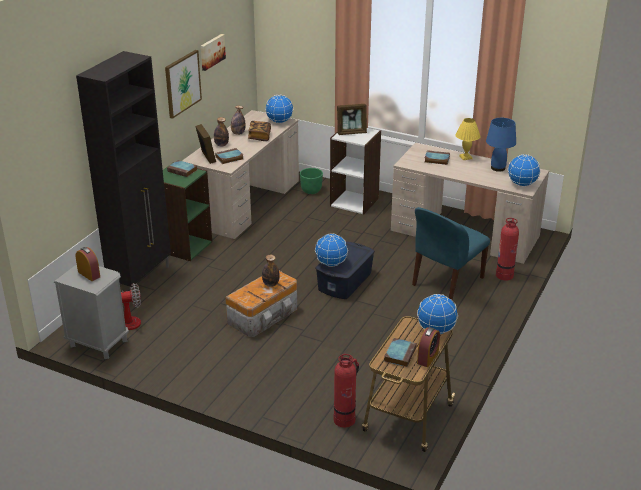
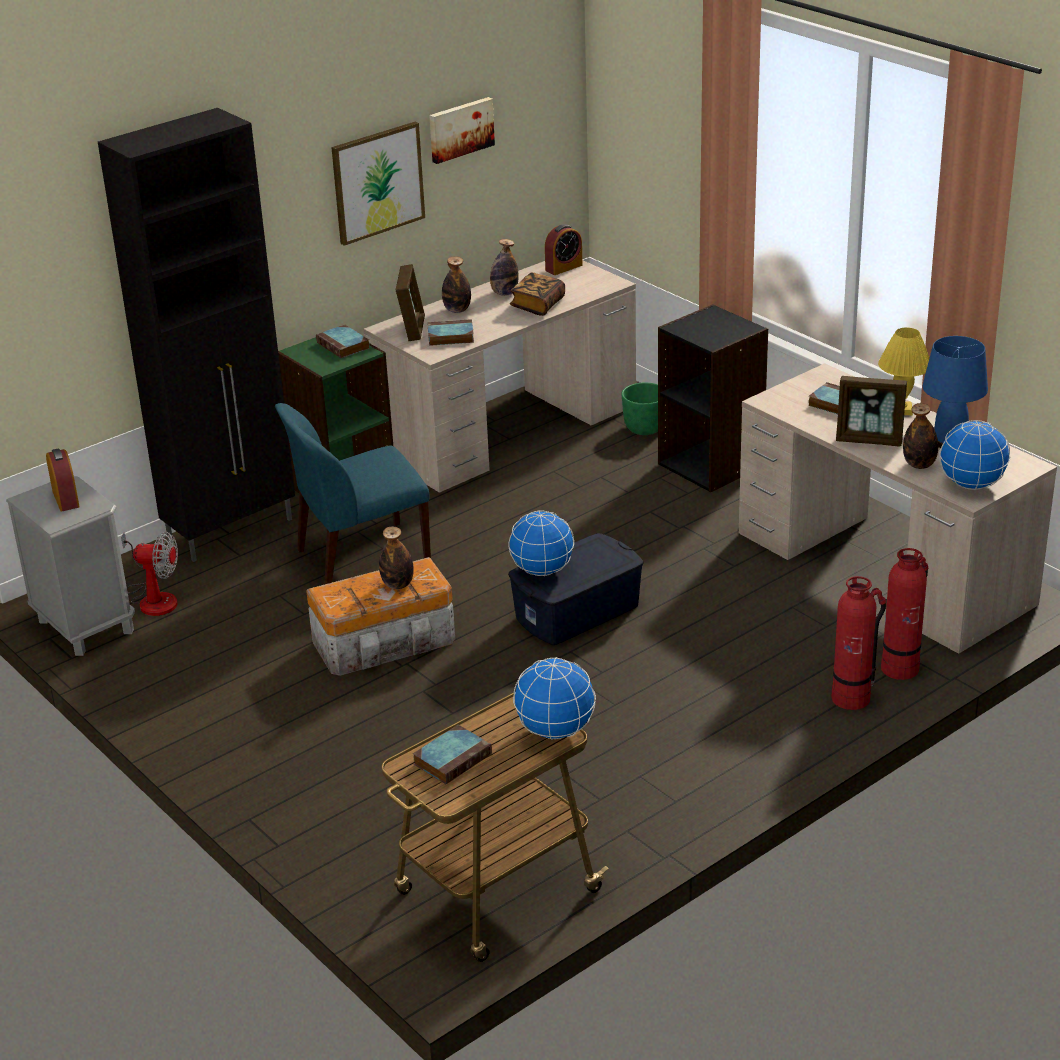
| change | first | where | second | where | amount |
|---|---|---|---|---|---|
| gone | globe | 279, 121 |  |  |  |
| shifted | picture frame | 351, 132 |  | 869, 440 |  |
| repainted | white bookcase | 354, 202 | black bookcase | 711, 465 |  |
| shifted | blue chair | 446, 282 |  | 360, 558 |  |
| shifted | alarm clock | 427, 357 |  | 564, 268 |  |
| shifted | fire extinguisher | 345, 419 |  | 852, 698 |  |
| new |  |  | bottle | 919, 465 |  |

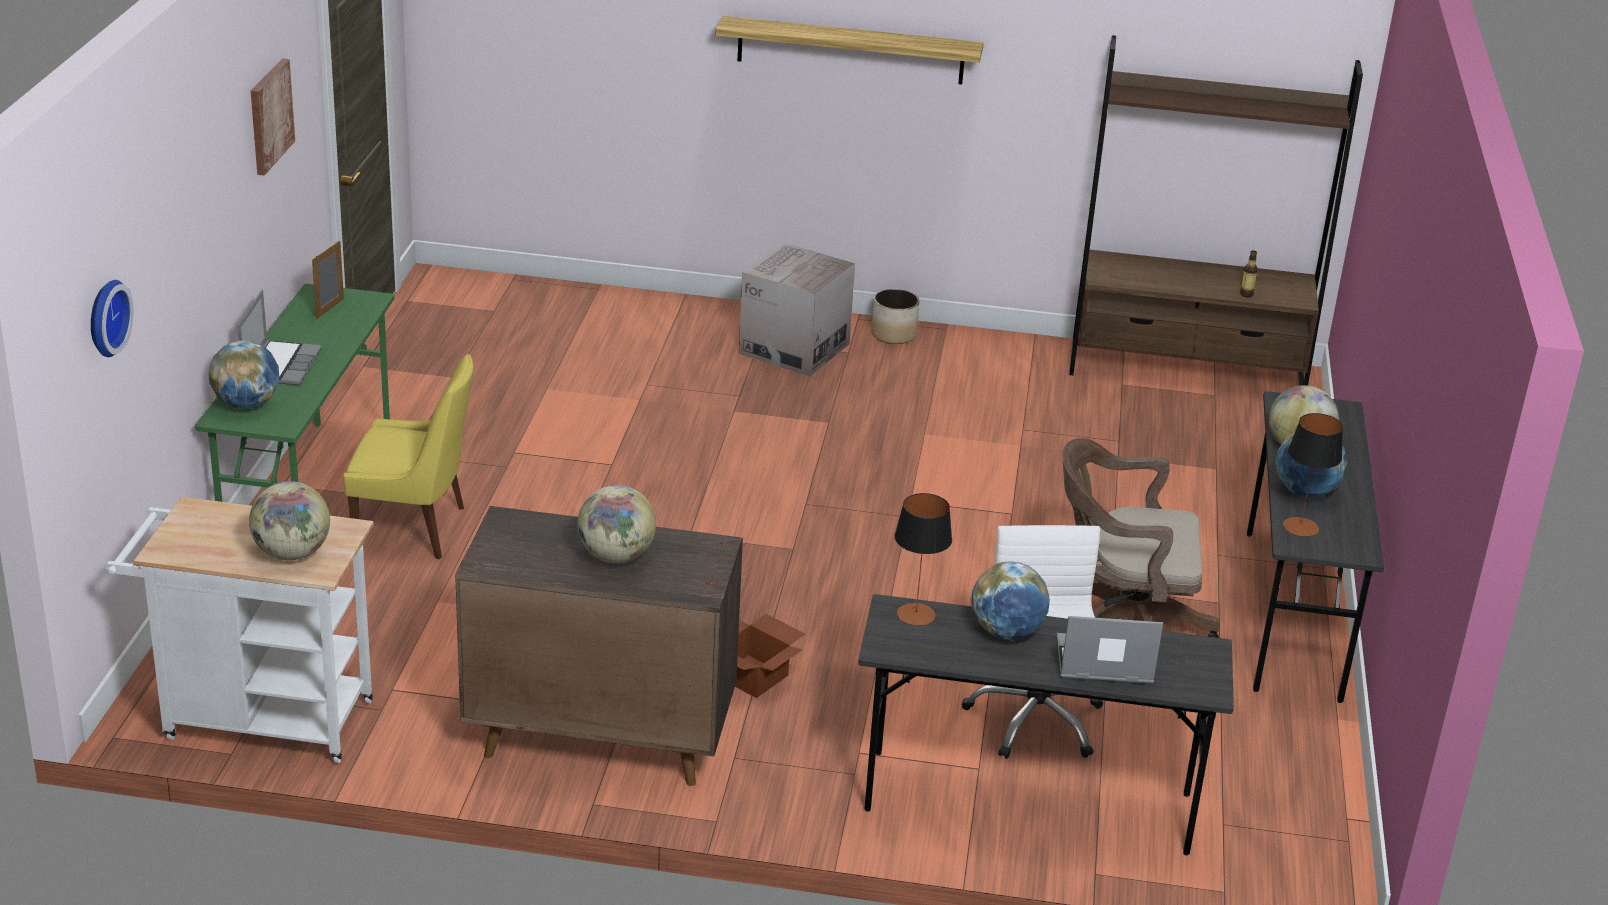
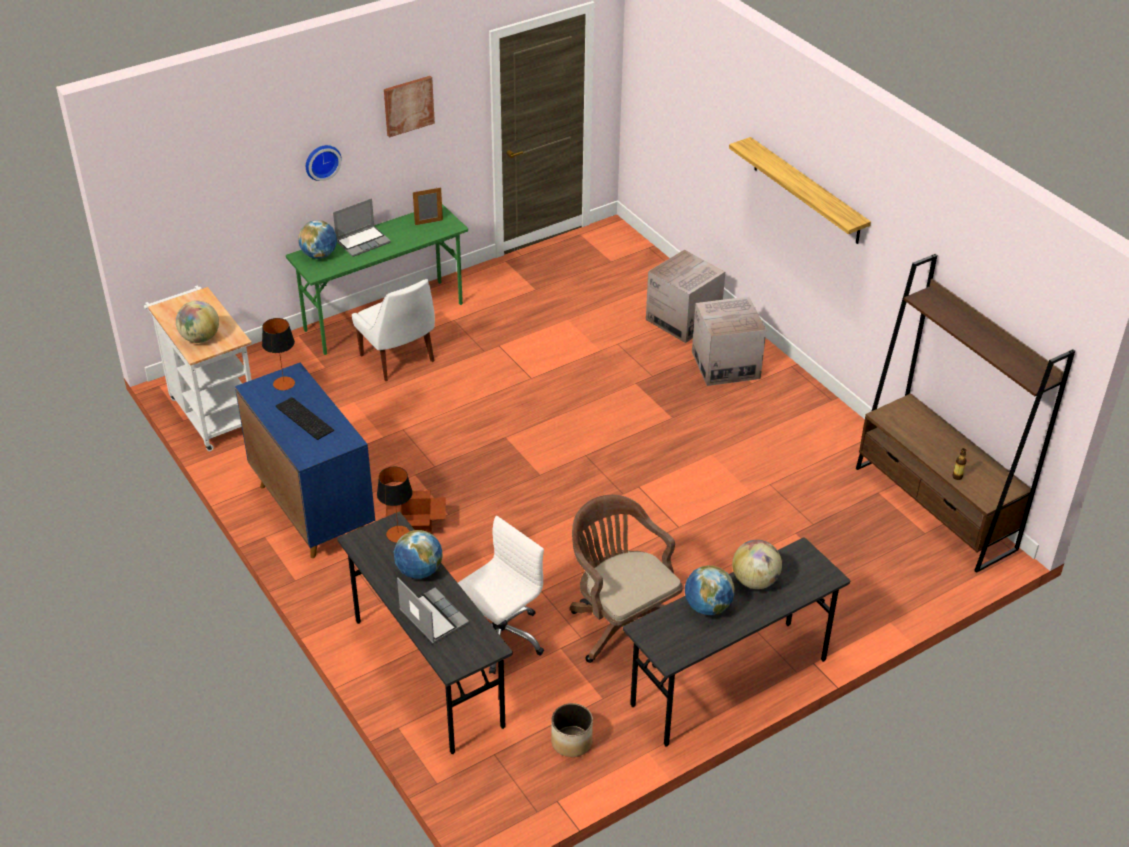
| change | first | where | second | where | amount |
|---|---|---|---|---|---|
| shifted | wall clock | 104, 317 |  | 321, 161 |  |
| shifted | planter | 894, 335 |  | 571, 742 |  |
| repainted | yellow chair | 415, 529 | white chair | 398, 360 |  |
| shifted | table lamp | 1300, 527 |  | 284, 383 |  |
| swapped | globe | 616, 556 | keyboard | 303, 419 |  |
| repainted | brown cabinet | 598, 738 | blue cabinet | 312, 509 |  |
| new |  |  | cardboard box | 683, 320 |  |

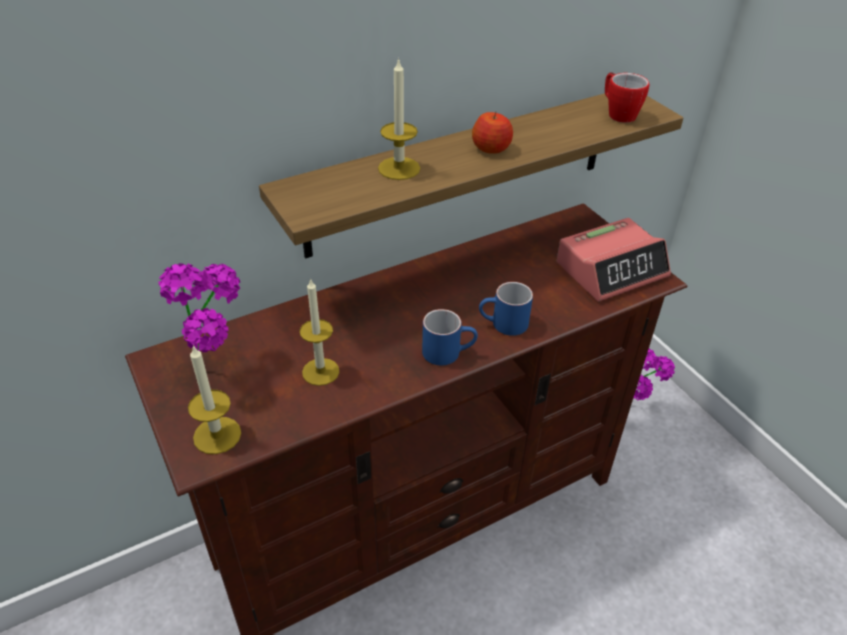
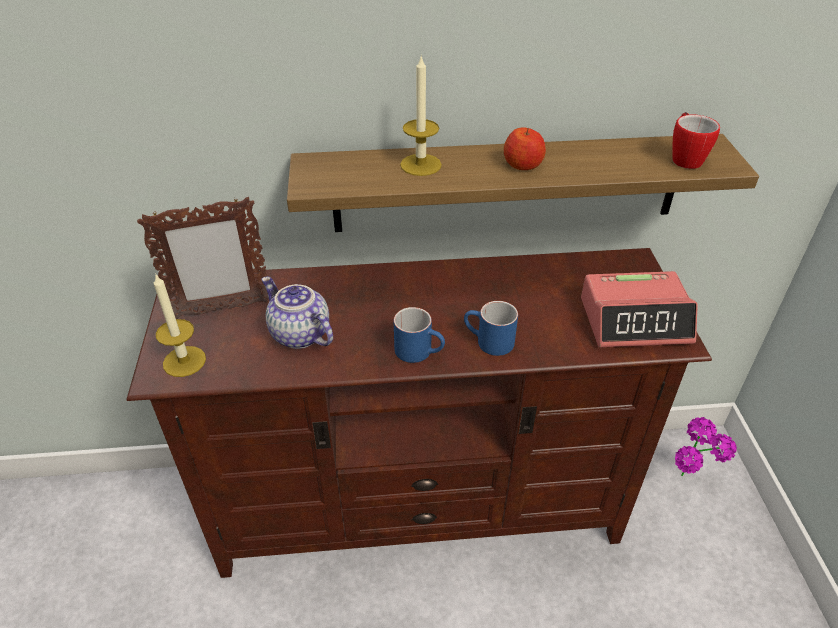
| change | first | where | second | where | amount |
|---|---|---|---|---|---|
| swapped | potted plant | 221, 370 | picture frame | 222, 309 |  |
| swapped | candle | 320, 371 | teapot | 298, 335 |  |

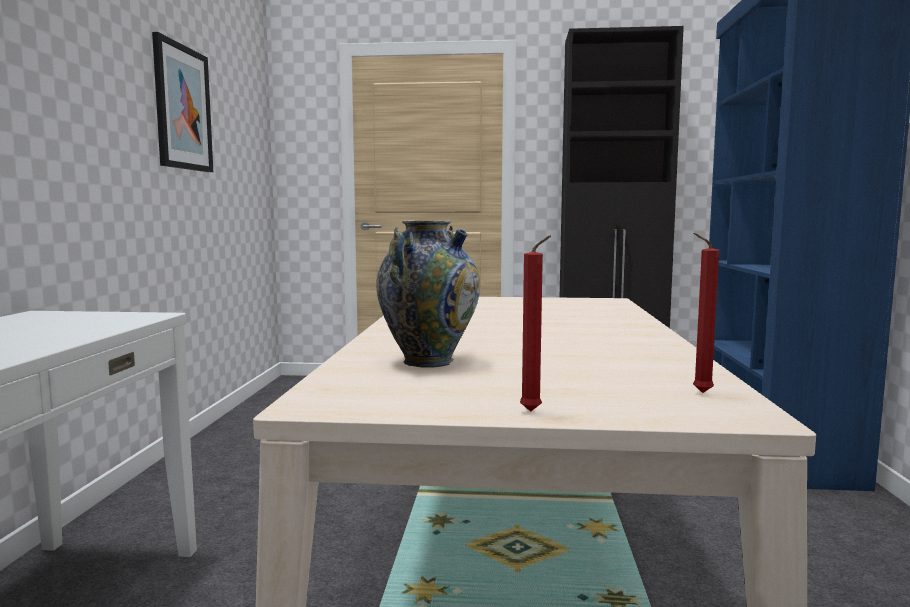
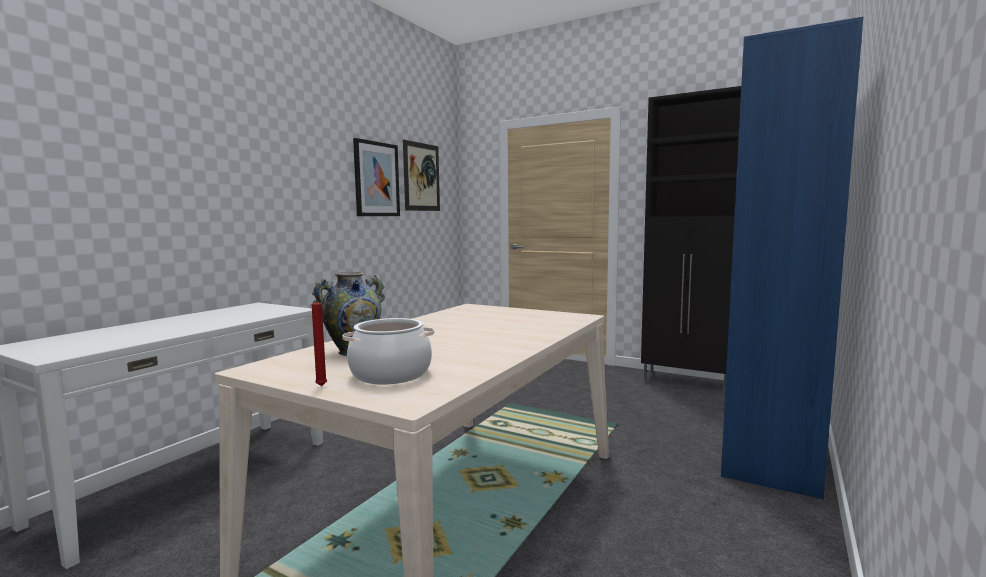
| change | first | where | second | where | amount |
|---|---|---|---|---|---|
| gone | red candle | 699, 392 |  |  |  |
| new |  |  | picture | 421, 177 |  |
| new |  |  | cooking pot | 391, 374 |  |

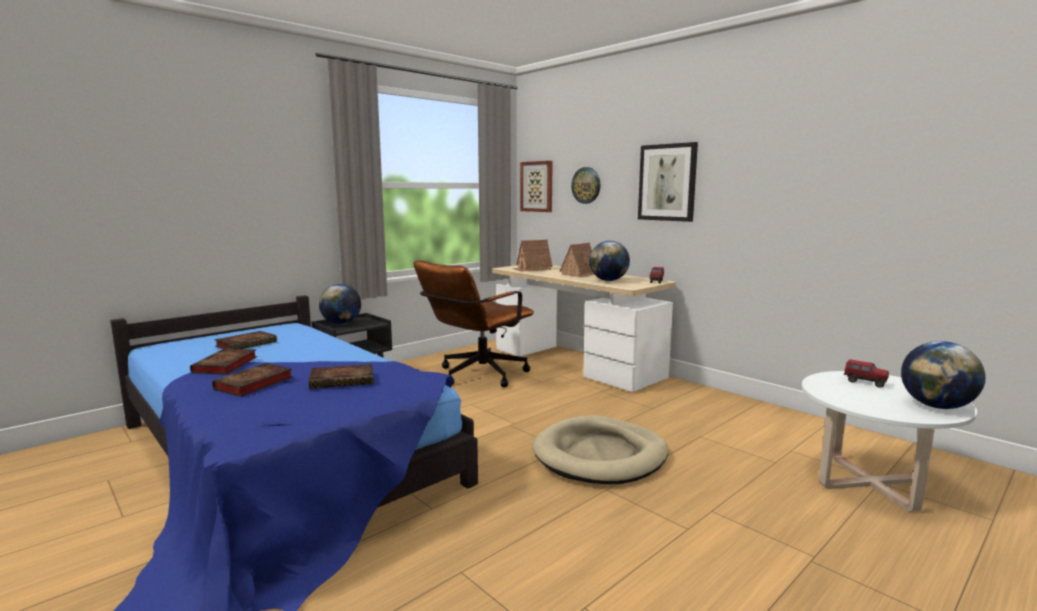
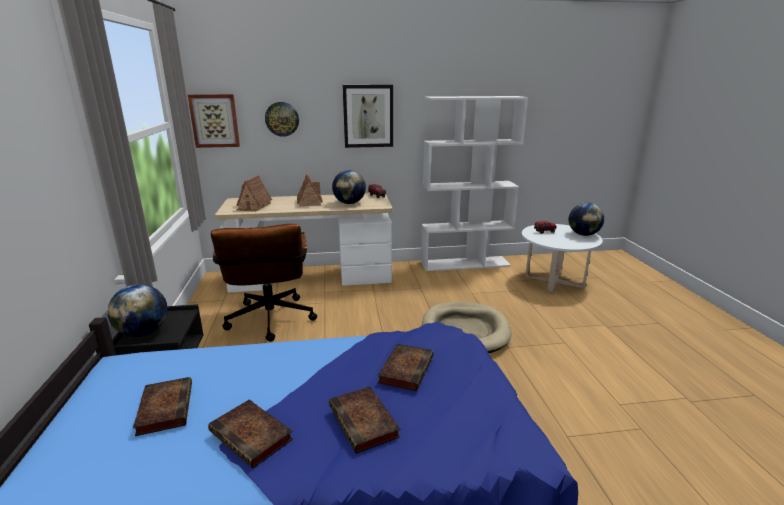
| change | first | where | second | where | amount |
|---|---|---|---|---|---|
| new |  |  | white bookcase | 465, 263 |  |

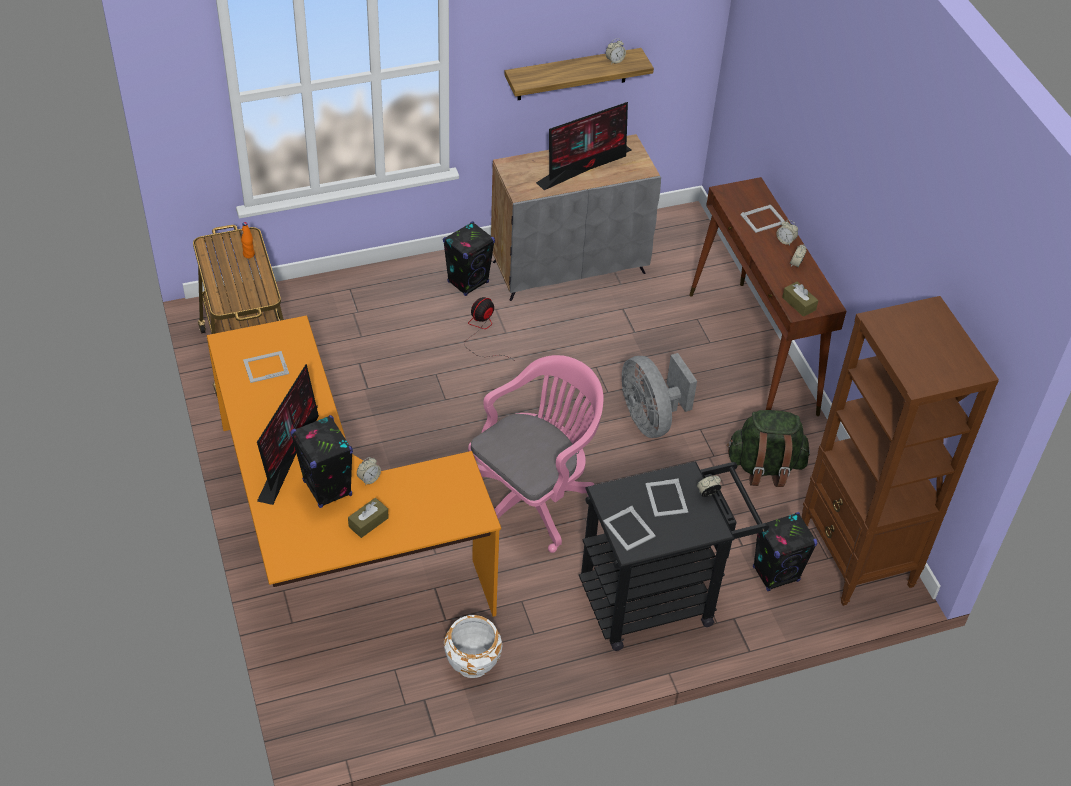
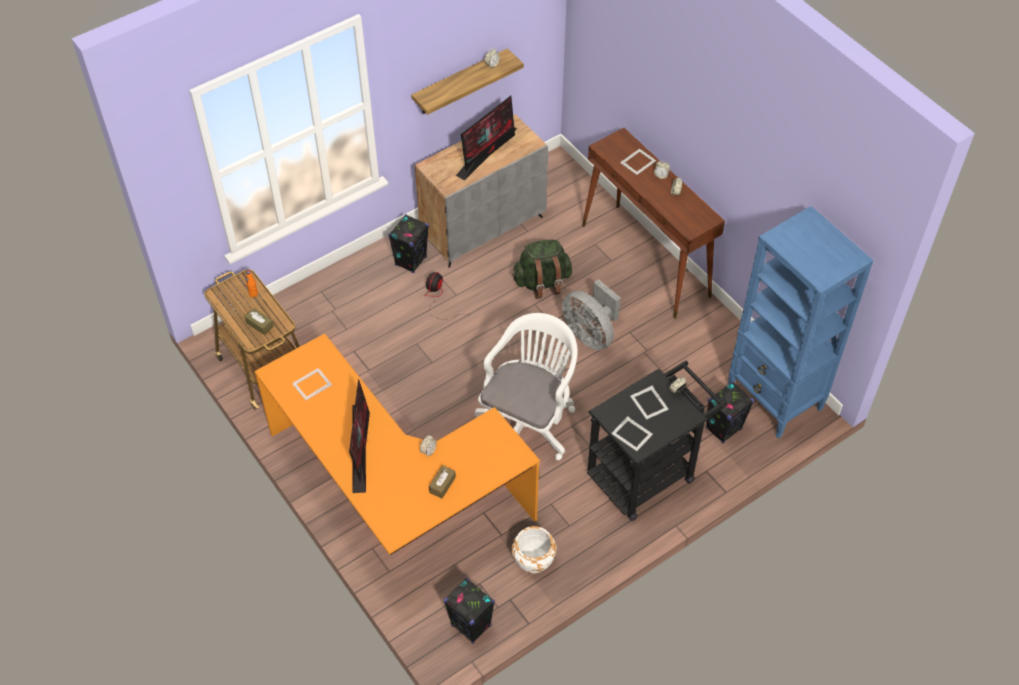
| change | first | where | second | where | amount |
|---|---|---|---|---|---|
| shifted | brown tissue box | 799, 304 |  | 259, 325 |  |
| repainted | brown bookcase | 856, 557 | blue bookcase | 775, 399 |  |
| repainted | pink office chair | 533, 498 | white office chair | 528, 421 |  |
| shifted | green backpack | 765, 467 |  | 542, 282 |  |
| shifted | black speaker | 327, 489 |  | 471, 626 |  |

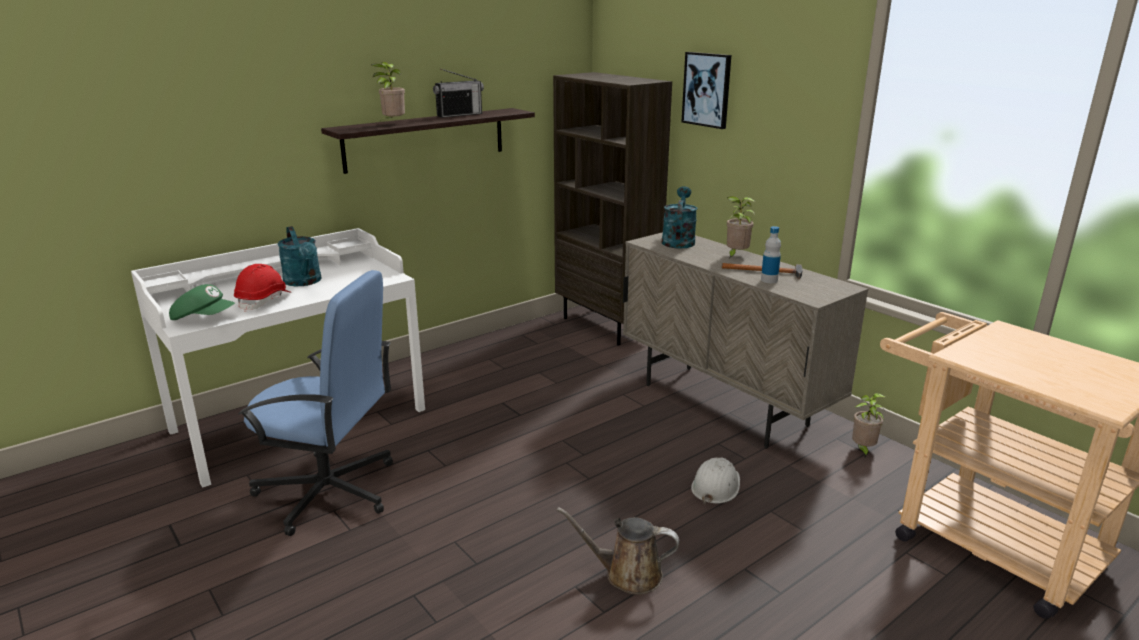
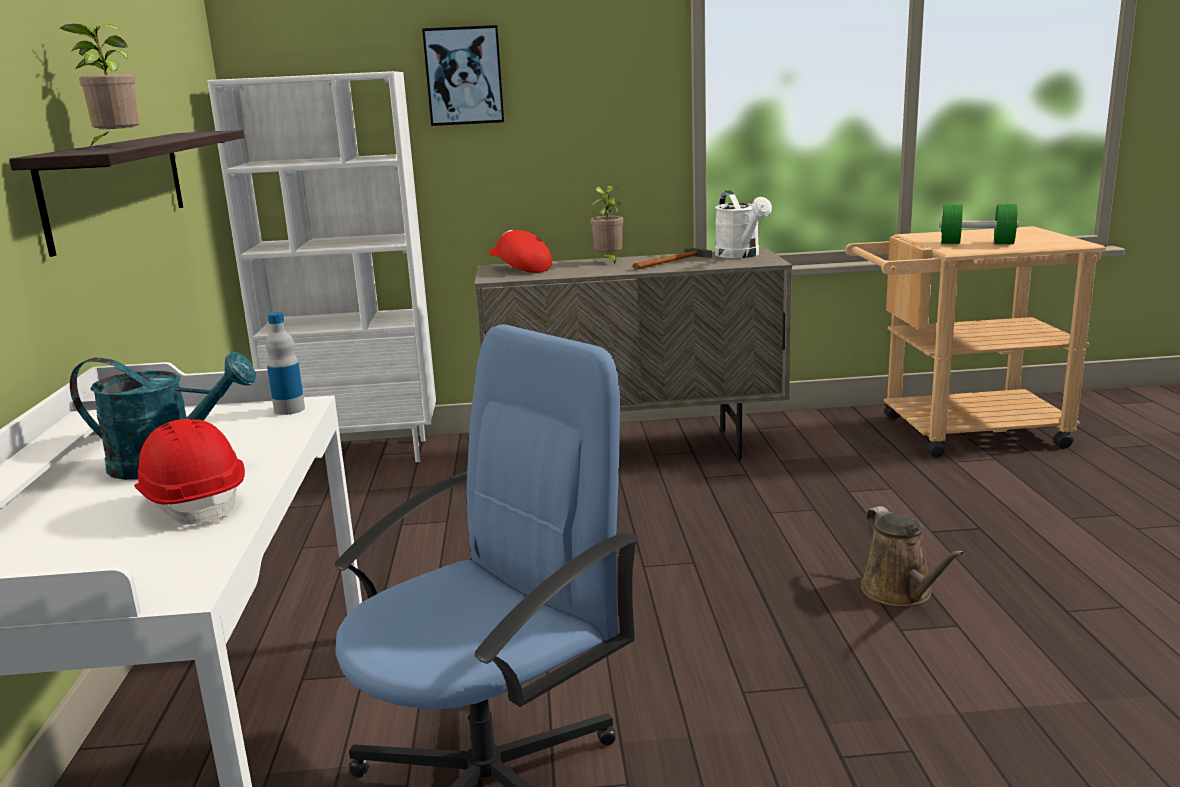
| change | first | where | second | where | amount |
|---|---|---|---|---|---|
| gone | radio | 459, 115 |  |  |  |
| repainted | brown bookcase | 607, 326 | white bookcase | 360, 454 |  |
| swapped | turquoise watering can | 678, 240 | red cap | 520, 269 |  |
| shifted | bottle | 769, 280 |  | 289, 409 |  |
| gone | green cap | 204, 318 |  |  |  |
| gone | potted plant | 862, 450 |  |  |  |
| gone | white hard hat | 716, 486 |  |  |  |
| rotated | brown watering can | 627, 574 |  | 900, 593 | 60 degrees counterclockwise |
| new |  |  | white watering can | 741, 255 |  |
| new |  |  | green dumbbell | 976, 243 |  |

